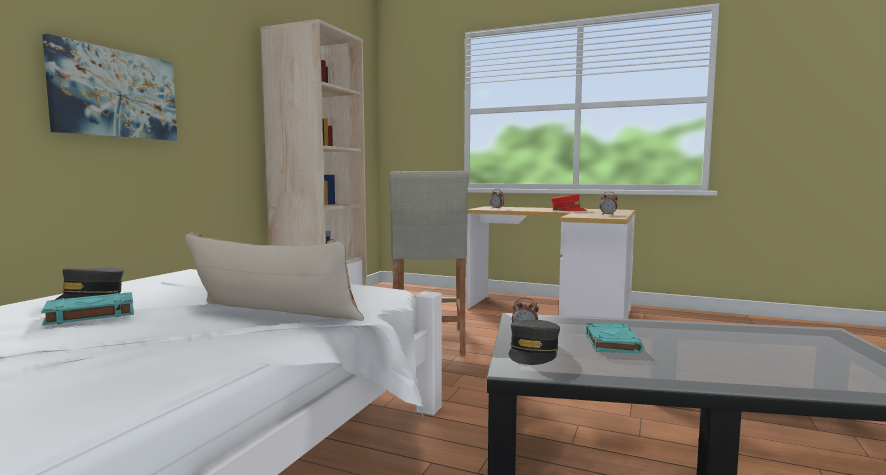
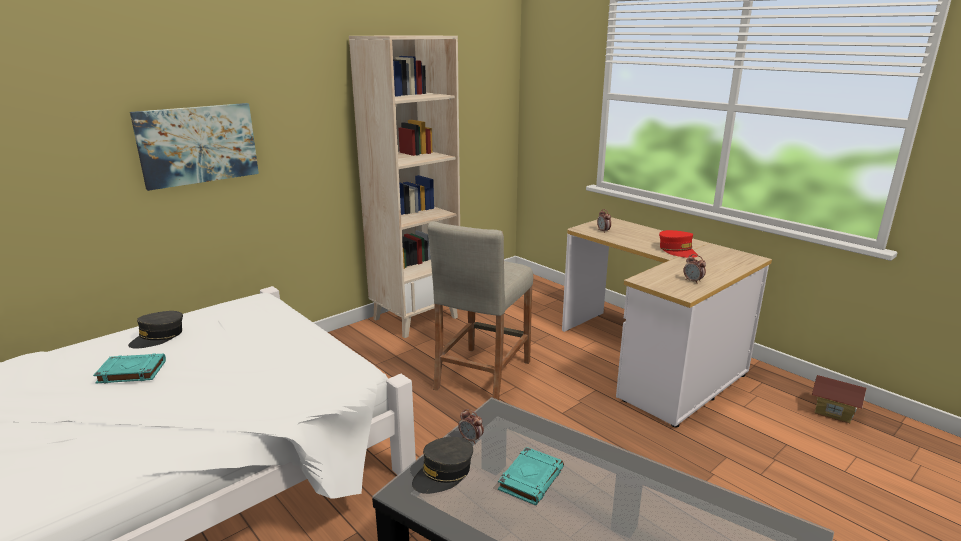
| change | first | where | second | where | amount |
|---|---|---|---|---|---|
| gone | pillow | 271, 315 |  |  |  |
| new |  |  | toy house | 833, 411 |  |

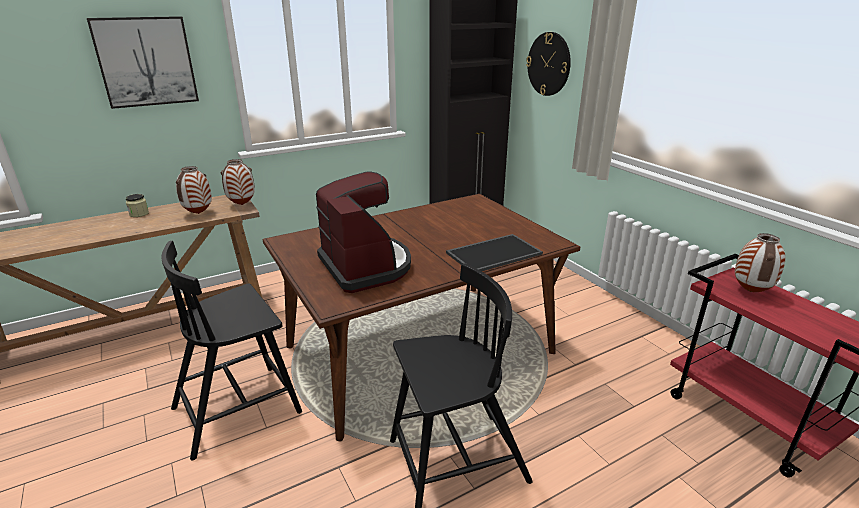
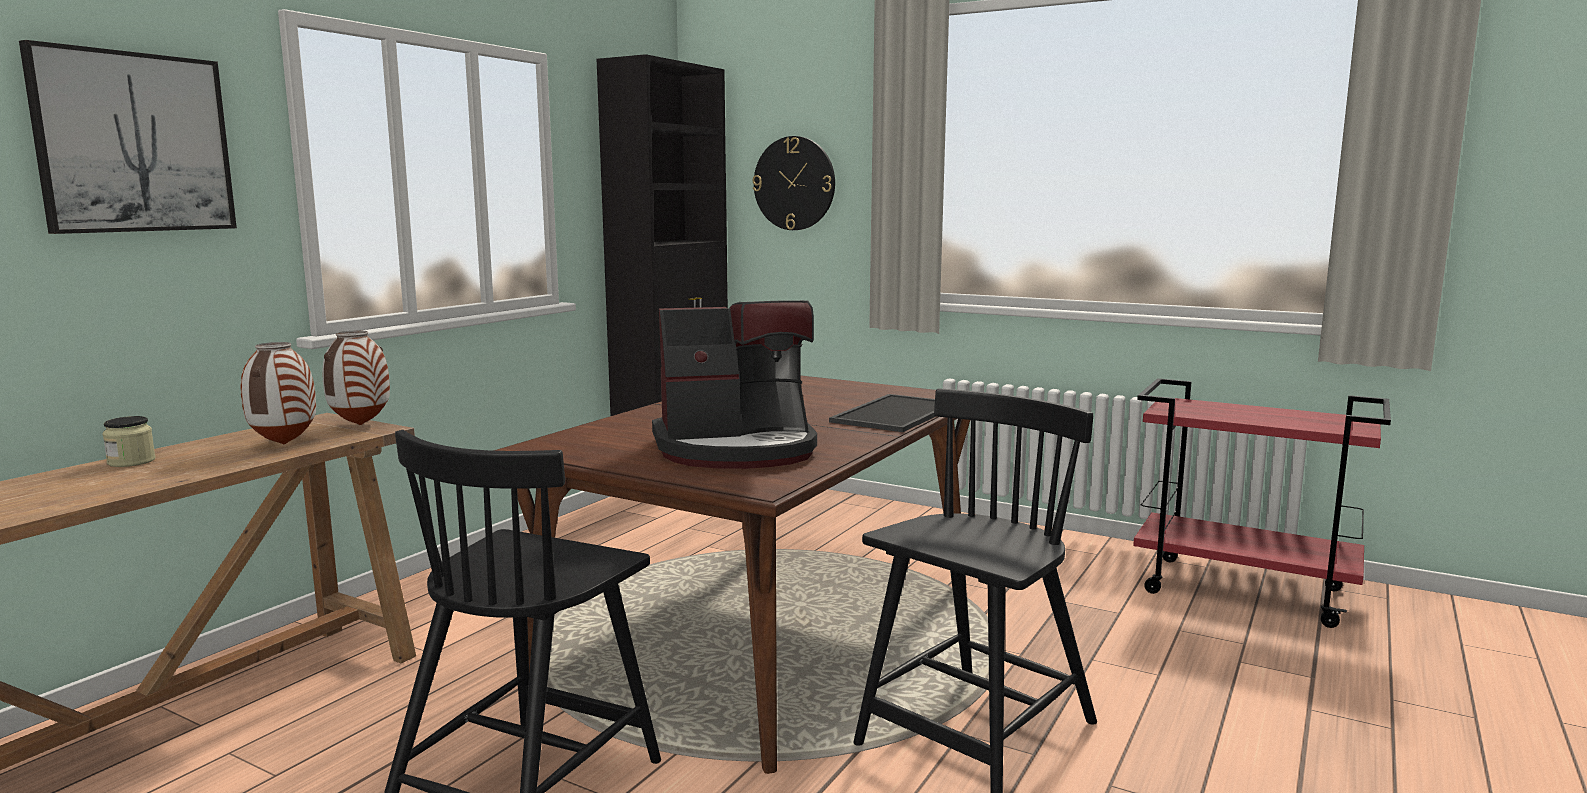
| change | first | where | second | where | amount |
|---|---|---|---|---|---|
| rotated | coffee machine | 366, 266 |  | 737, 449 | 135 degrees clockwise |
| gone | vase | 750, 291 |  |  |  |

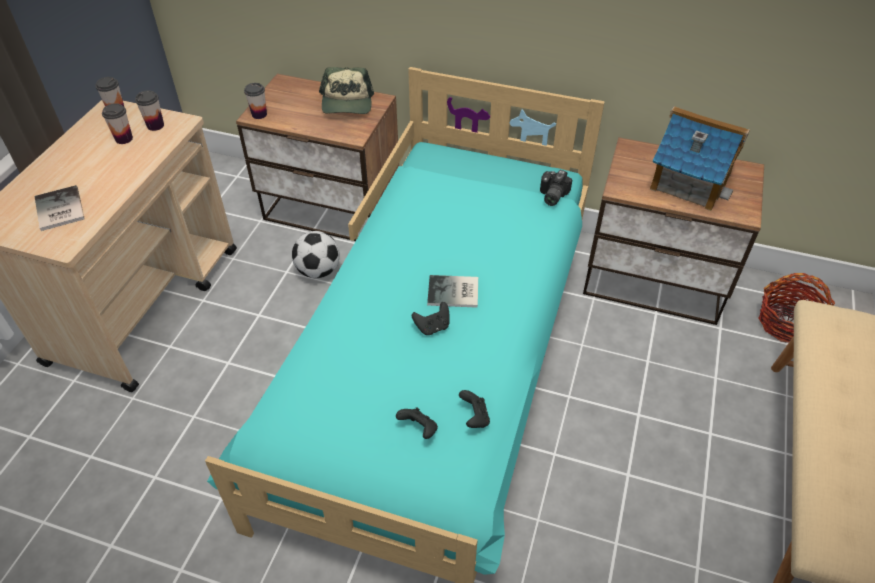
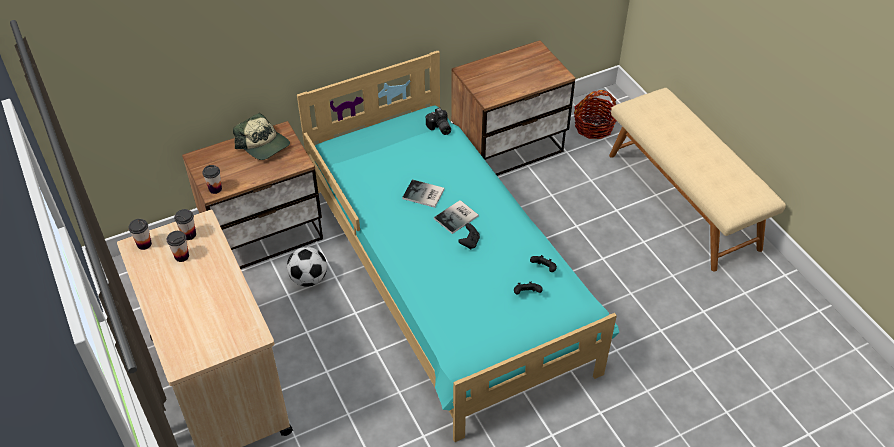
| change | first | where | second | where | amount |
|---|---|---|---|---|---|
| gone | toy house | 689, 181 |  |  |  |
| shifted | book | 58, 210 |  | 424, 195 |  |

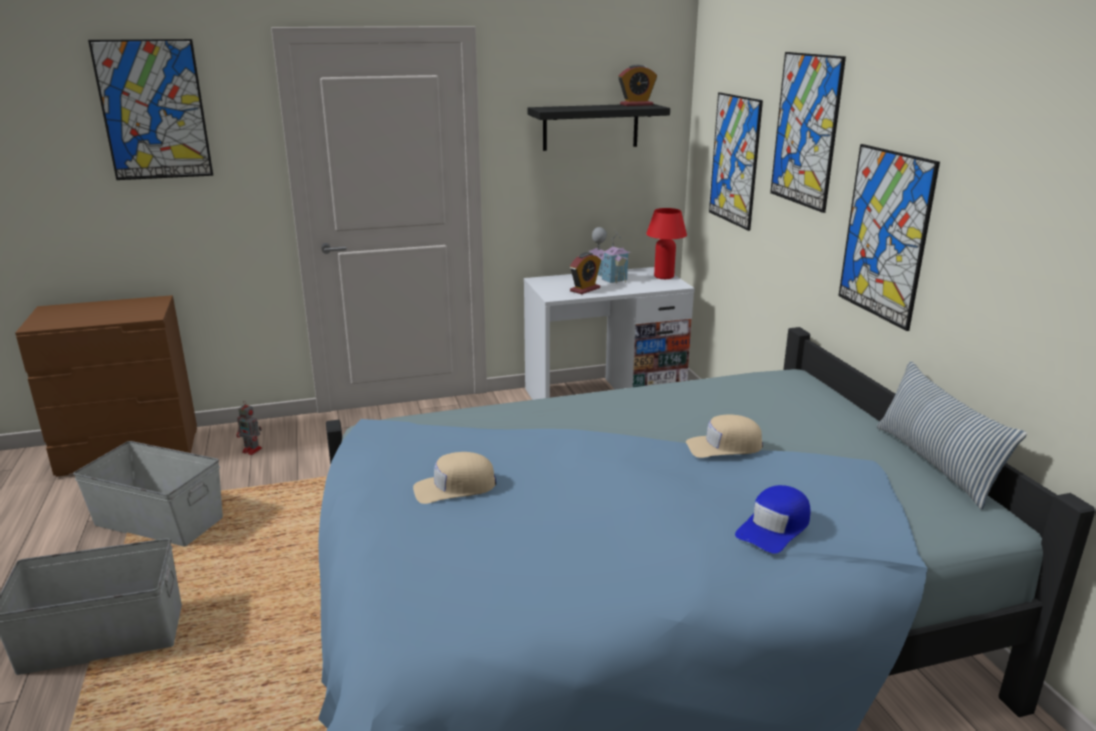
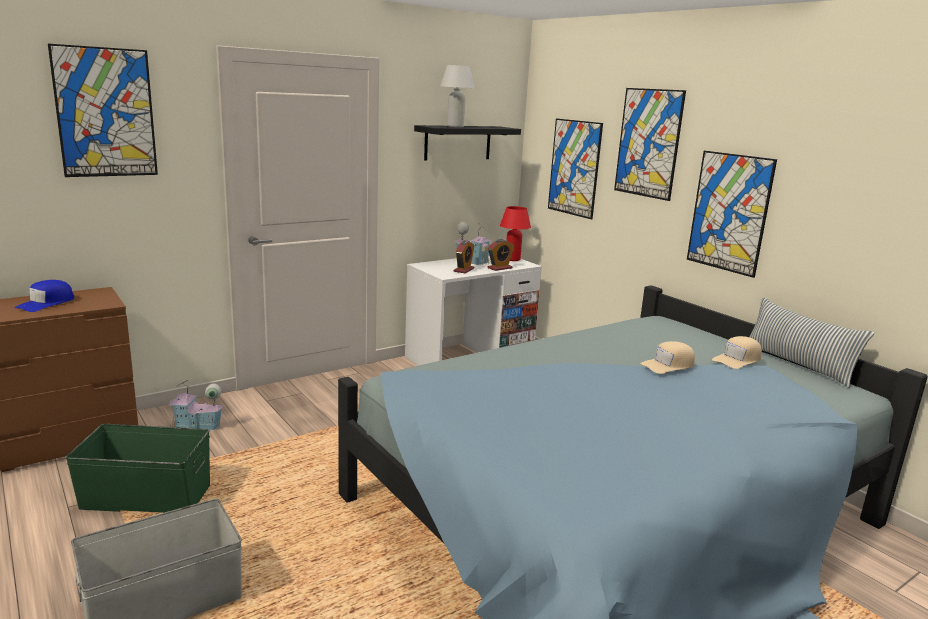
| change | first | where | second | where | amount |
|---|---|---|---|---|---|
| shifted | alarm clock | 636, 105 |  | 499, 268 |  |
| swapped | toy robot | 253, 450 | toy house | 197, 427 |  |
| repainted | grey storage box | 159, 521 | green storage box | 146, 496 |  |
| shifted | beige cap | 454, 487 |  | 737, 360 |  |
| shifted | blue cap | 774, 527 |  | 46, 303 |  |
| new |  |  | white table lamp | 455, 126 |  |

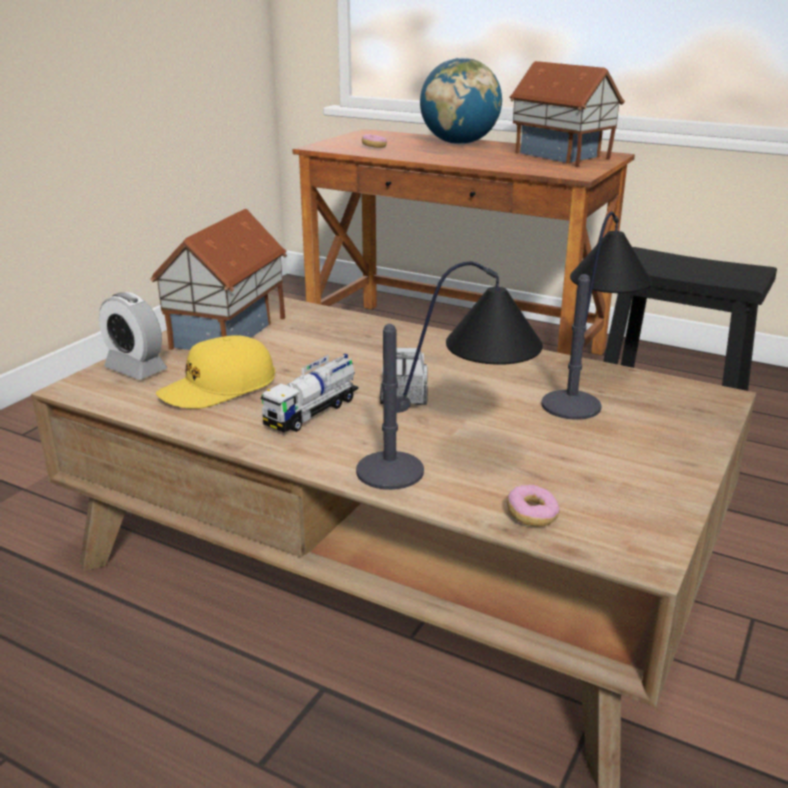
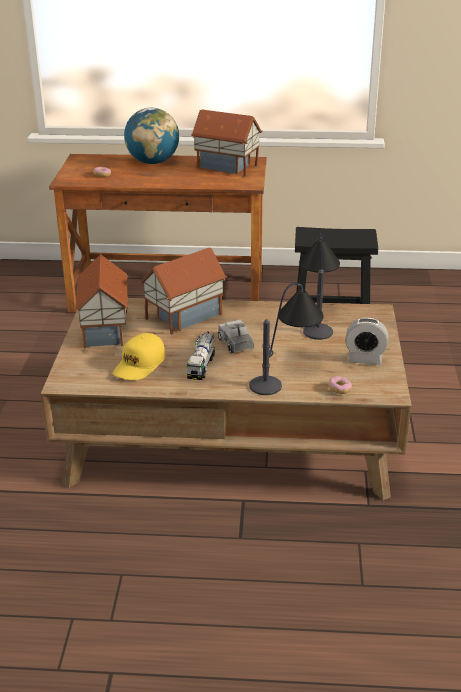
| change | first | where | second | where | amount |
|---|---|---|---|---|---|
| shifted | alarm clock | 136, 369 |  | 365, 359 |  |
| new |  |  | toy house | 183, 316 |  |

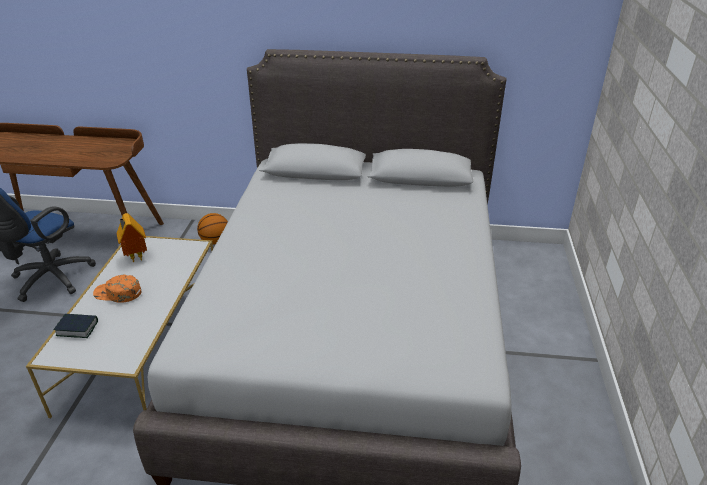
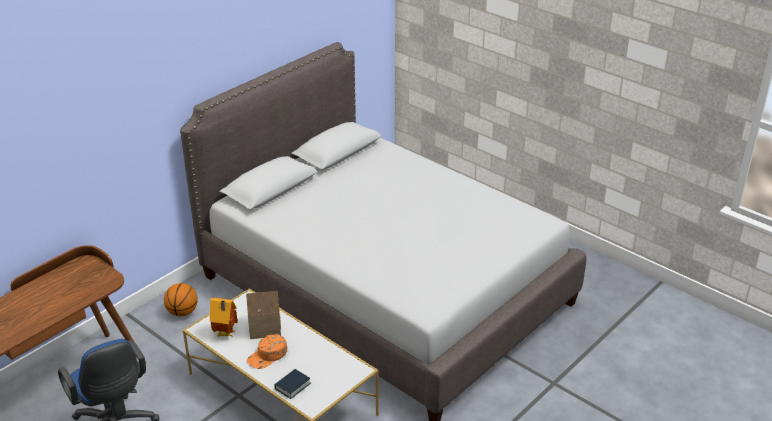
| change | first | where | second | where | amount |
|---|---|---|---|---|---|
| new |  |  | toy house | 264, 326 |  |

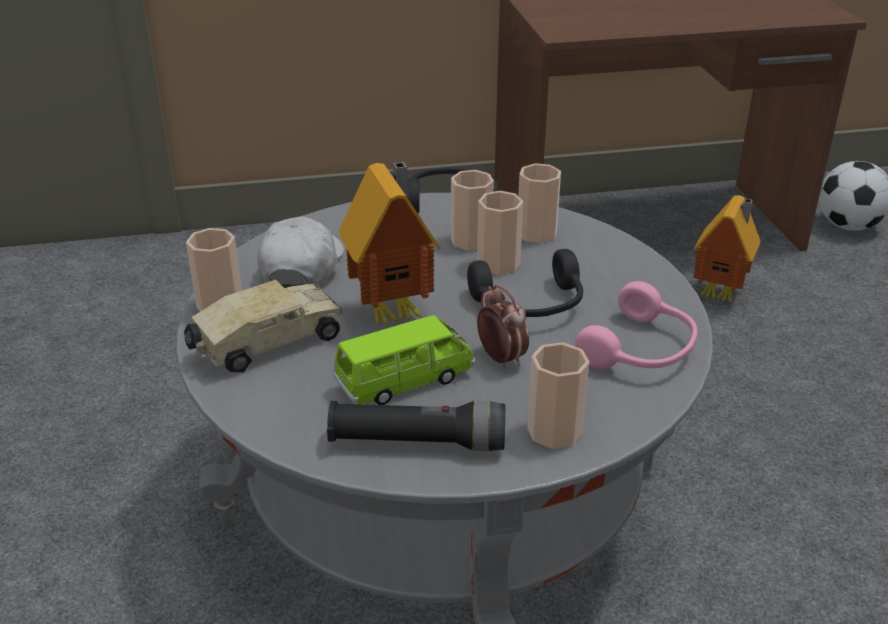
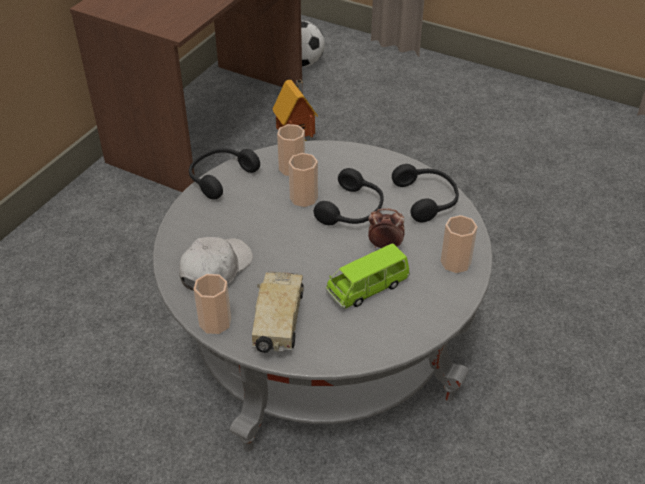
| change | first | where | second | where | amount |
|---|---|---|---|---|---|
| gone | toy house | 395, 311 |  |  |  |
| gone | cup | 471, 241 |  |  |  |
| rotated | white cap | 302, 267 |  | 215, 269 | 75 degrees clockwise |
| repainted | pink headphones | 642, 350 | black headphones | 427, 199 |  |
| rotated | green toy car | 405, 381 |  | 367, 288 | 135 degrees counterclockwise |
| gone | black flashlight | 417, 442 |  |  |  |

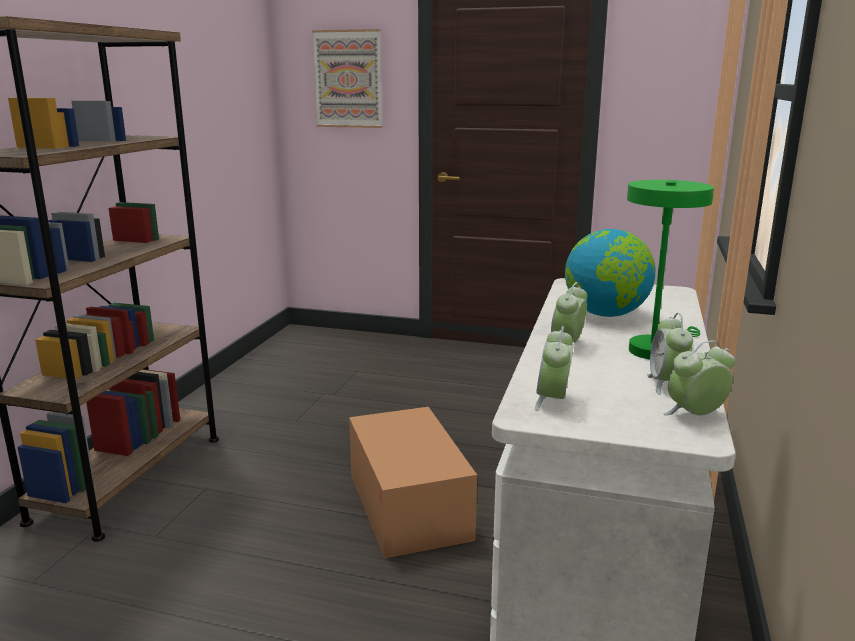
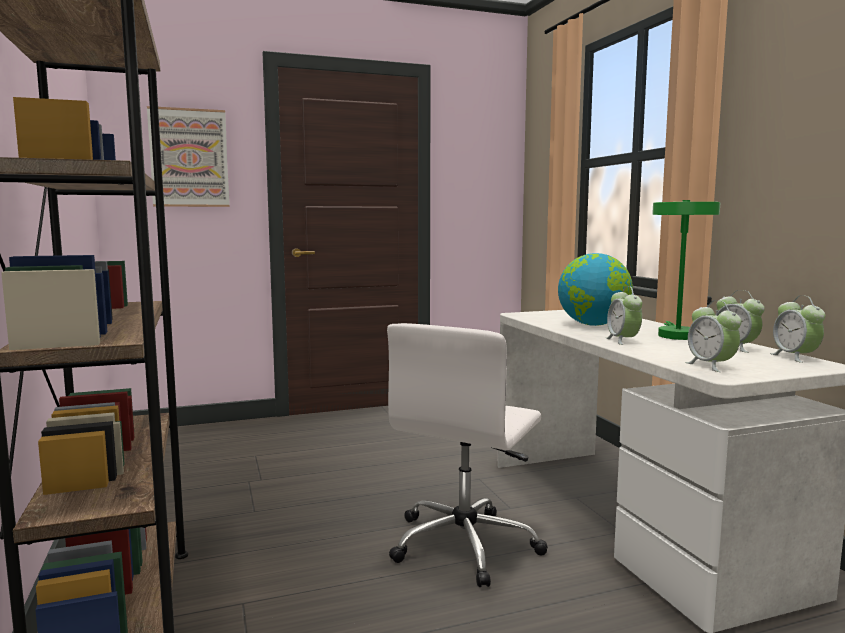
| change | first | where | second | where | amount |
|---|---|---|---|---|---|
| rotated | alarm clock | 695, 416 |  | 795, 357 | 45 degrees counterclockwise |
| swapped | cardboard box | 408, 506 | white office chair | 465, 544 |  |

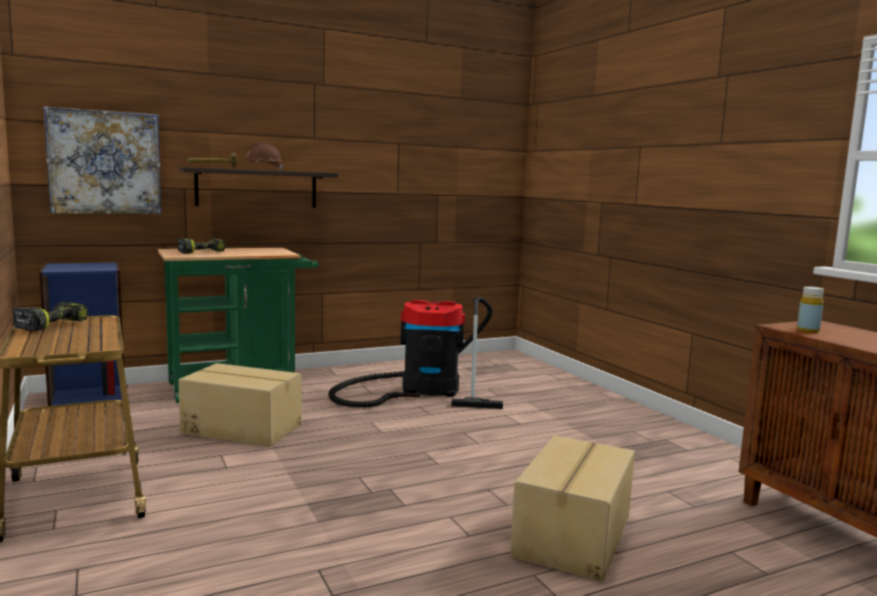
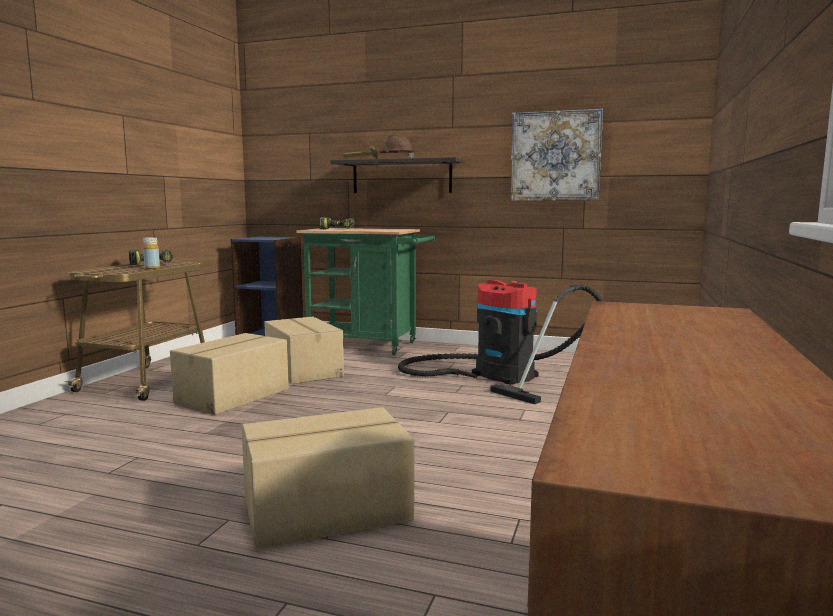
| change | first | where | second | where | amount |
|---|---|---|---|---|---|
| shifted | picture | 105, 162 |  | 555, 156 |  |
| shifted | yellow bottle | 808, 330 |  | 152, 268 |  |
| new |  |  | cardboard box | 234, 396 |  |

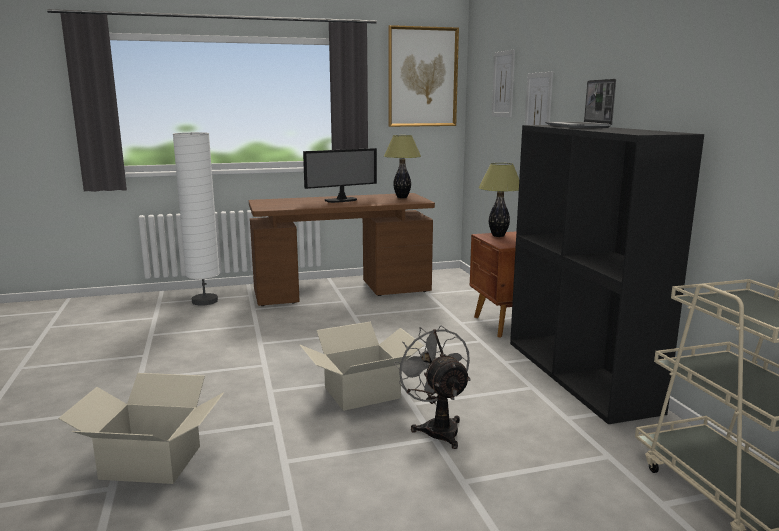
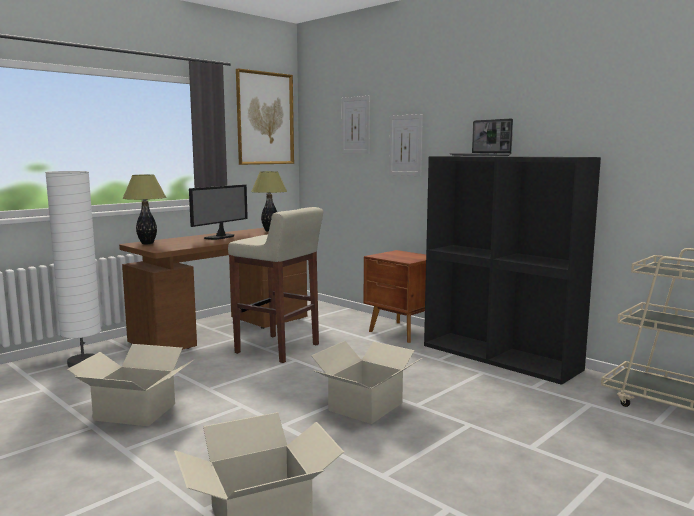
| change | first | where | second | where | amount |
|---|---|---|---|---|---|
| shifted | table lamp | 498, 236 |  | 147, 243 |  |
| gone | grey fan | 437, 428 |  |  |  |
| new |  |  | beige stool | 278, 349 |  |
| new |  |  | cardboard box | 135, 411 |  |

